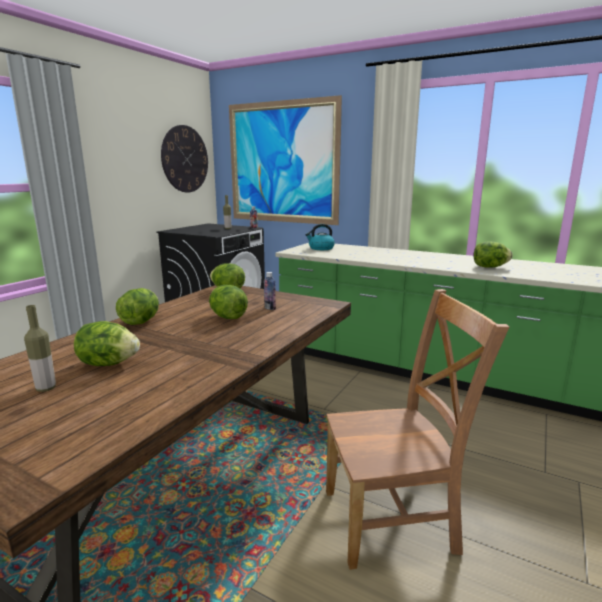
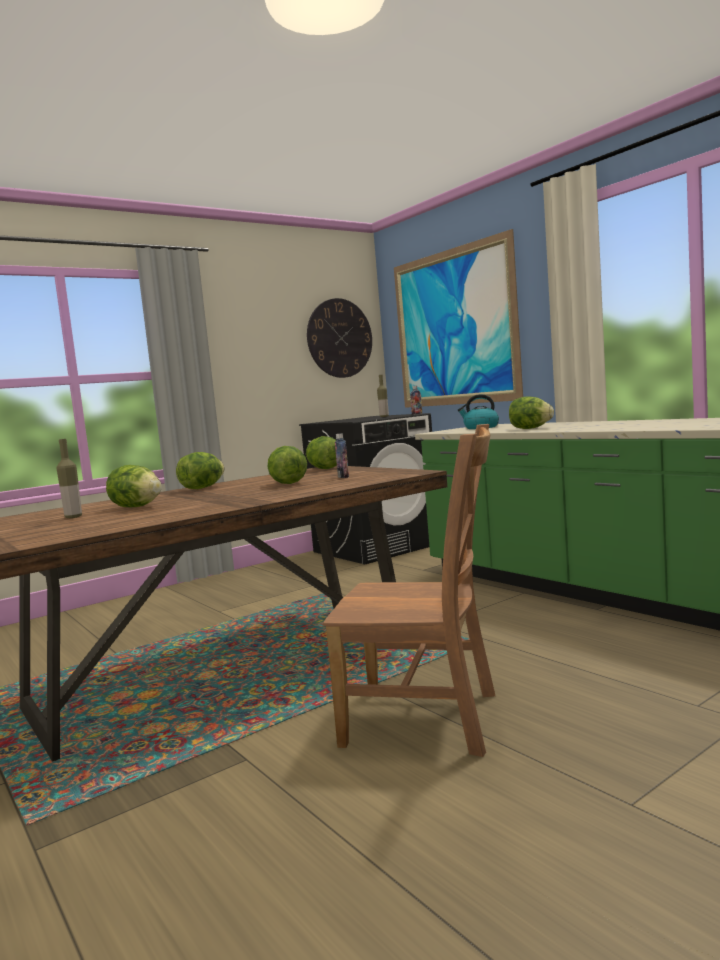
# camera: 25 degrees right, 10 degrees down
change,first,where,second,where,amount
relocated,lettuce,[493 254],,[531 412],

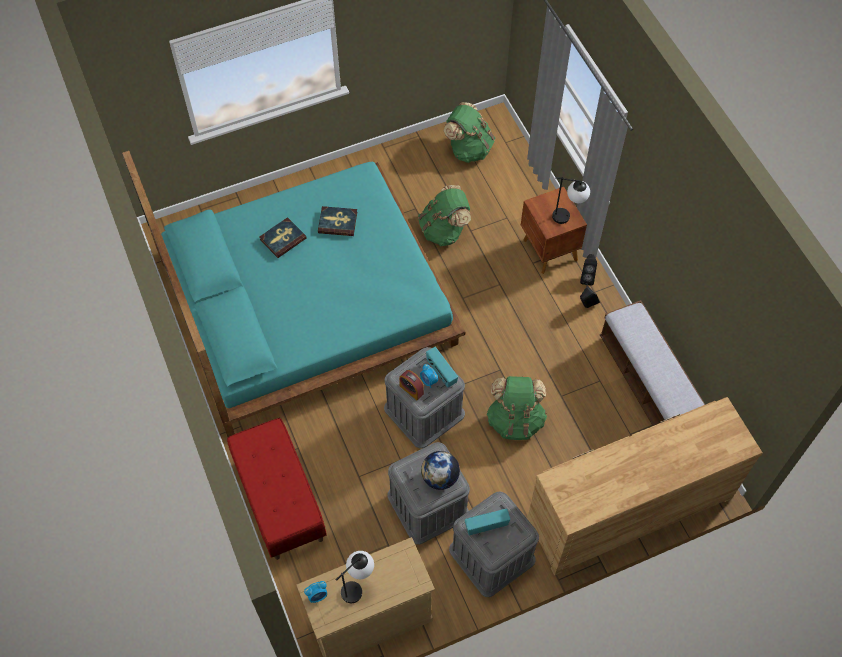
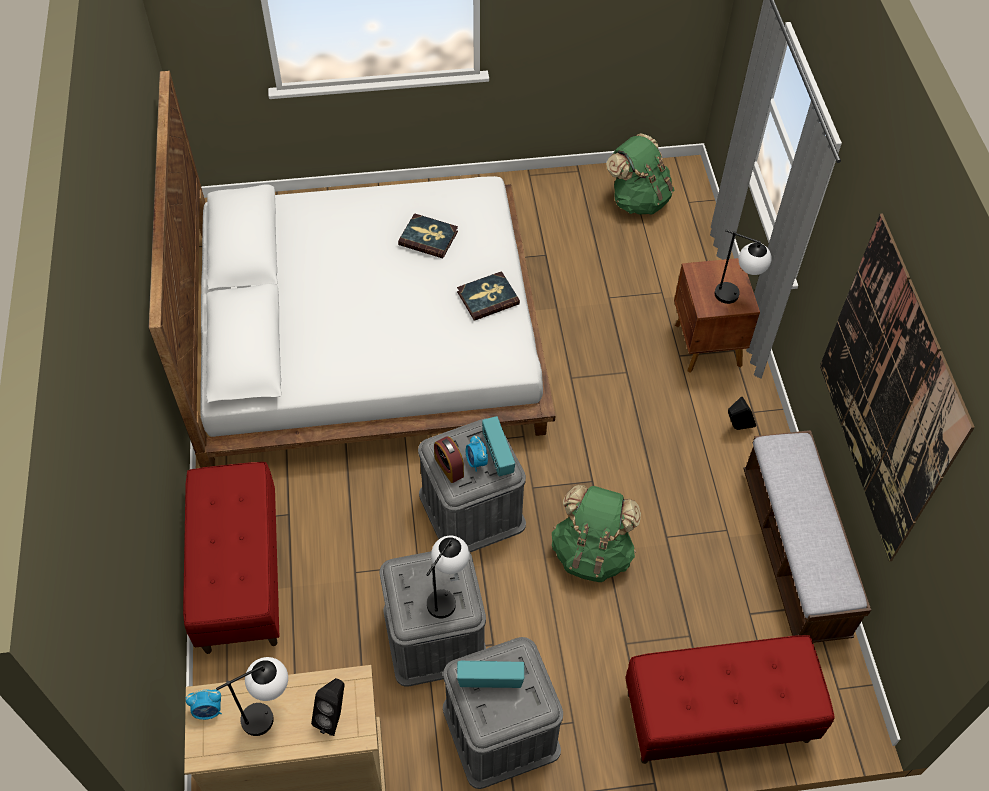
# camera: 15 degrees right, 5 degrees down
change,first,where,second,where,amount
missing,backpack in green,[444 215],,,
appeared,,,picture,[897 387],
relocated,book,[283 237],,[488 296],
relocated,speaker in black,[588 270],,[327 707],
exchanged,globe,[440 470],table lamp,[448 577],
exchanged,dresser in brown,[645 486],bench in red,[730 699],
colour,bed in turquoise,[293 294],bed in white,[352 269],

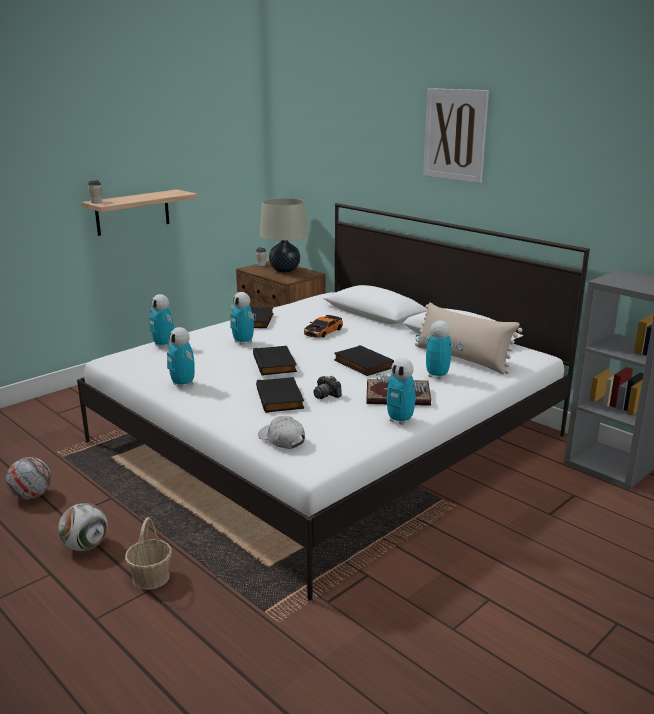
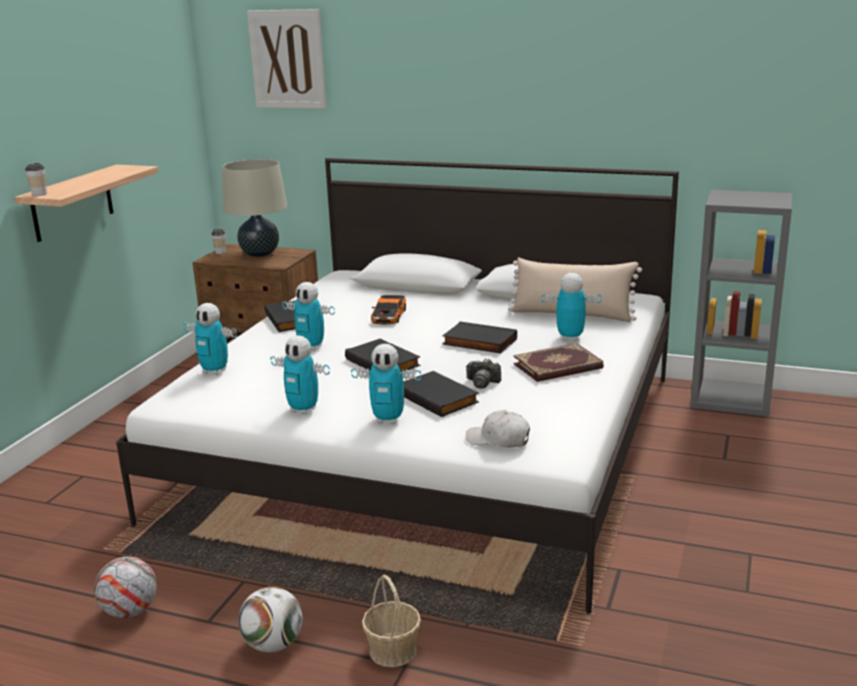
# camera: 25 degrees left, 0 degrees up
change,first,where,second,where,amount
relocated,toy robot,[402 391],,[386 384],
relocated,picture,[456 135],,[287 59],

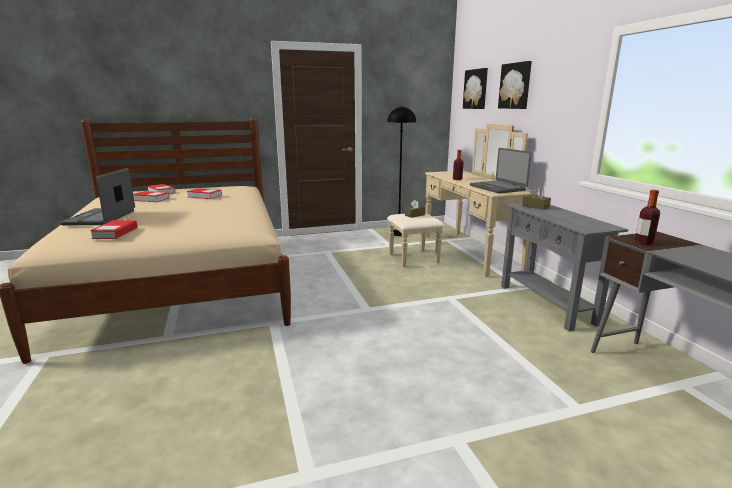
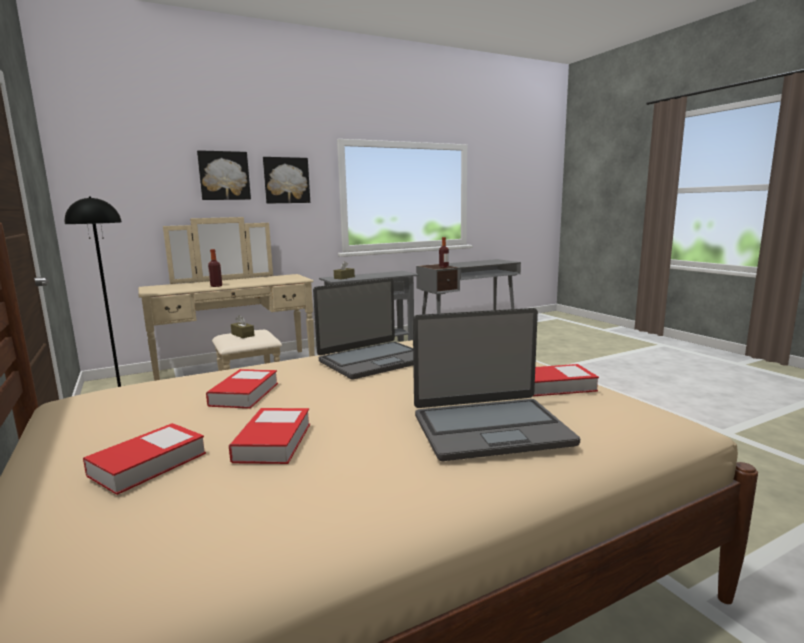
# camera: 100 degrees left, 5 degrees down
change,first,where,second,where,amount
relocated,picture,[475 88],,[286 180],
relocated,laptop,[501 170],,[363 329],

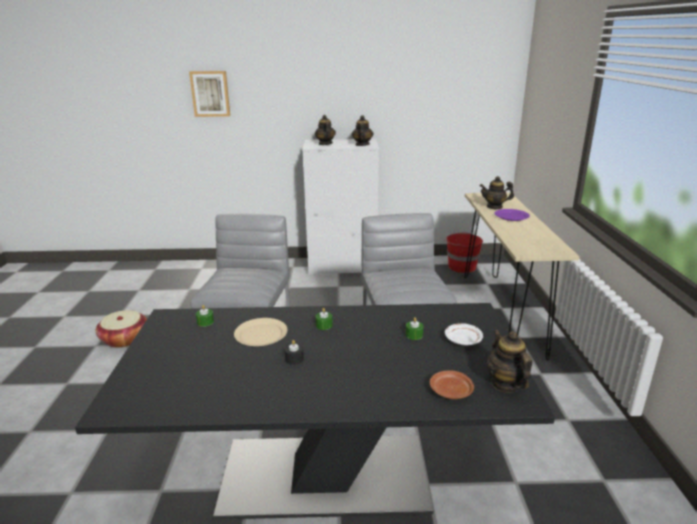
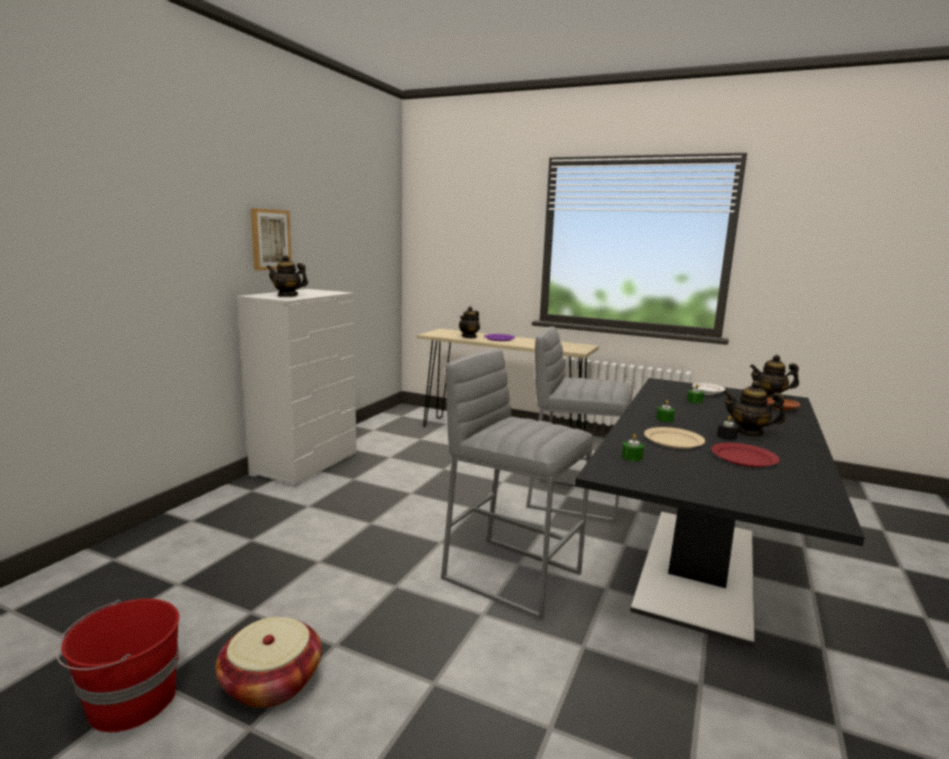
# camera: 65 degrees left, 10 degrees down
change,first,where,second,where,amount
appeared,,,plate in red,[745 455],
relocated,picture,[209 94],,[271 239],
relocated,teapot,[362 130],,[754 408],
relocated,bucket in red,[464 253],,[117 665],

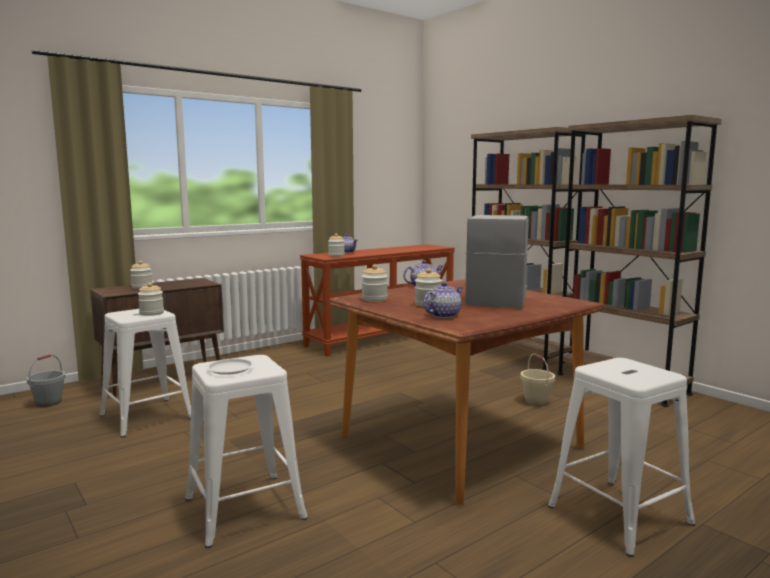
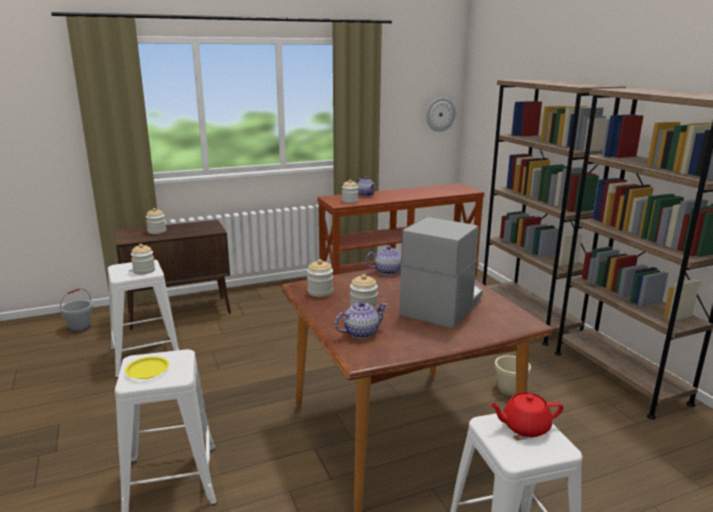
# camera: 15 degrees right, 10 degrees up
change,first,where,second,where,amount
appeared,,,wall clock,[441 114],
appeared,,,teapot in red,[526 414],
colour,plate in white,[230 366],plate in yellow,[147 367],

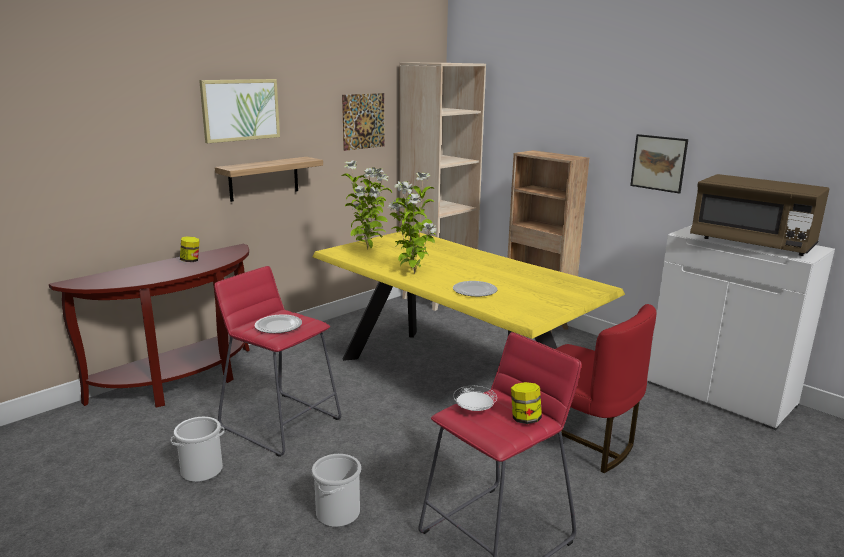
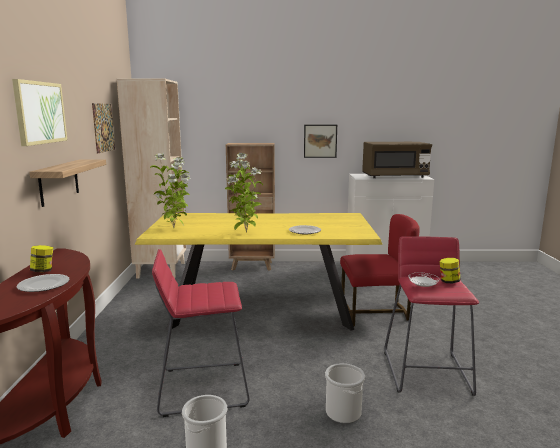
# camera: 45 degrees left, 5 degrees down
change,first,where,second,where,amount
relocated,plate,[278 323],,[43 283],

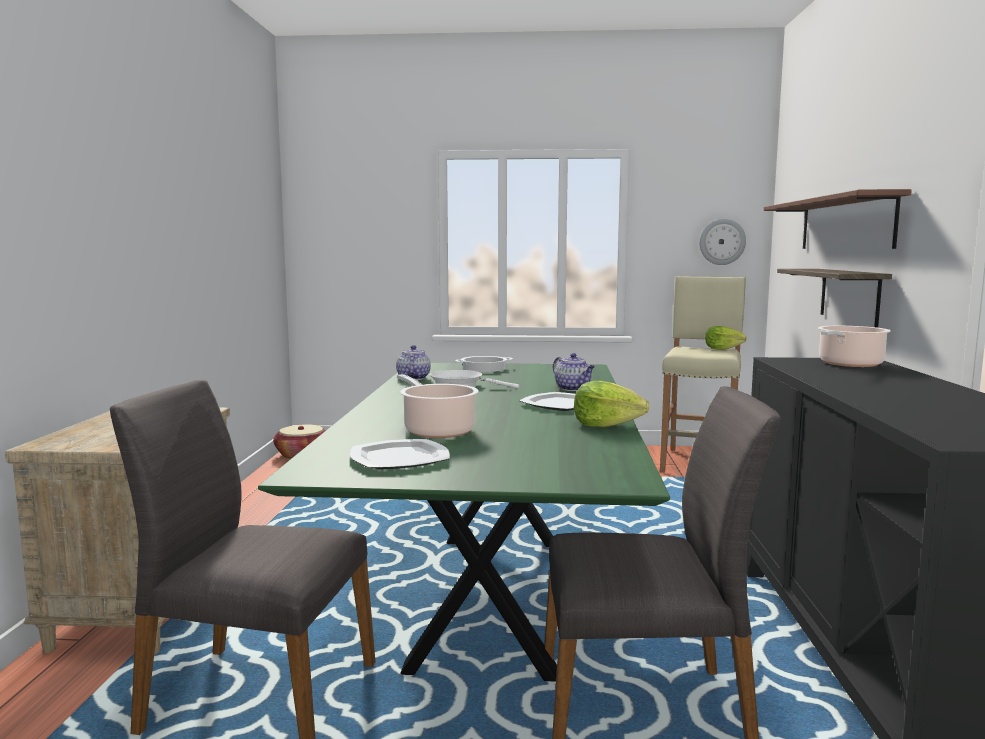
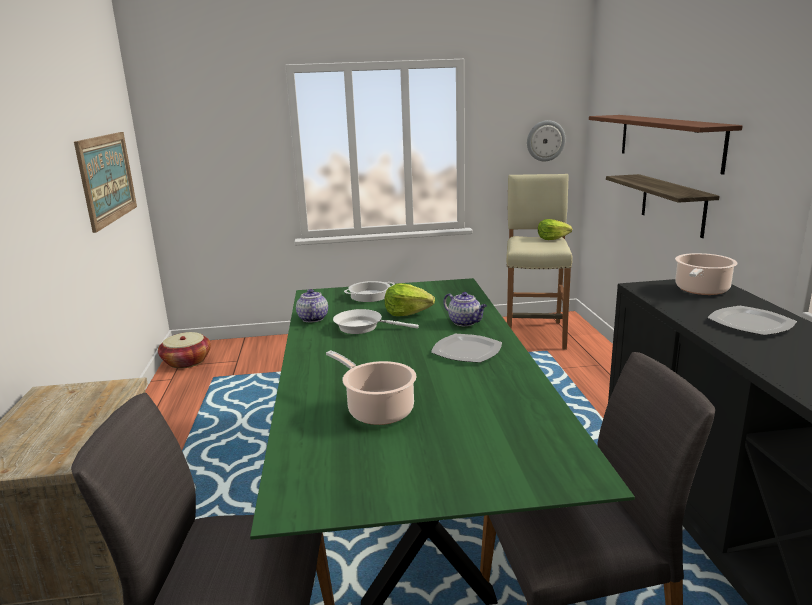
# camera: 10 degrees left, 10 degrees up
change,first,where,second,where,amount
appeared,,,picture,[105 182],
relocated,plate,[400 454],,[752 320],
relocated,lettuce,[611 404],,[410 299],

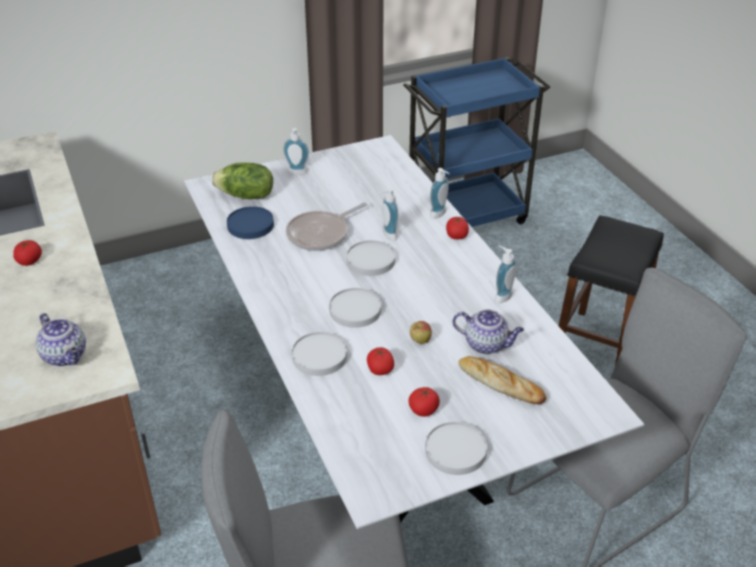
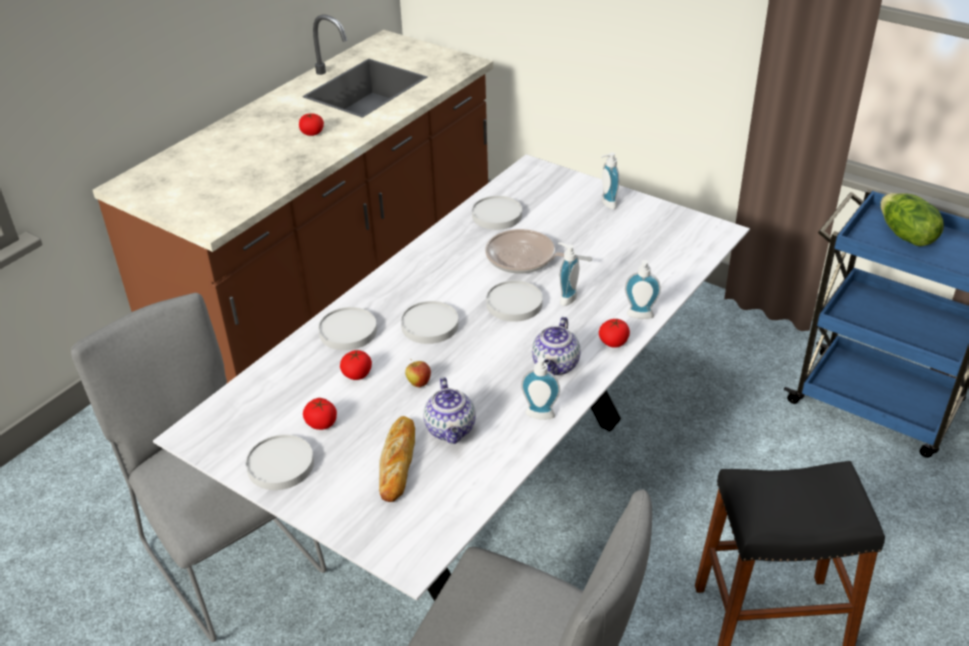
# camera: 60 degrees right, 0 degrees up
change,first,where,second,where,amount
relocated,teapot,[61 339],,[556 346],
relocated,lettuce,[242 181],,[912 219],
colour,plate in blue,[250 222],plate in white,[497 213],

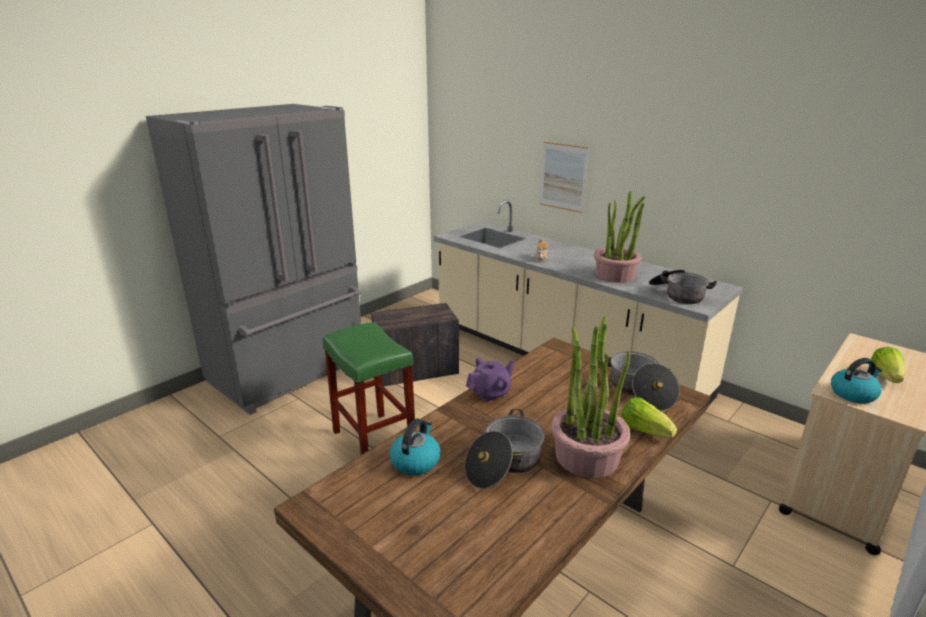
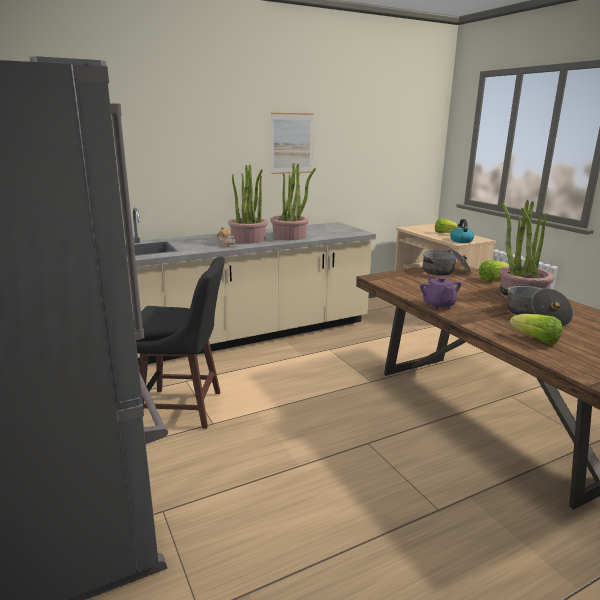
# camera: 70 degrees left, 5 degrees down
change,first,where,second,where,amount
missing,stool in green,[369 388],,,
missing,cooking pot,[683 287],,,
appeared,,,potted plant,[248 204],
relocated,picture,[564 177],,[292 143],
exchanged,crate,[415 344],stool in black,[179 343],
exchanged,kettle,[415 447],lettuce,[536 329],

